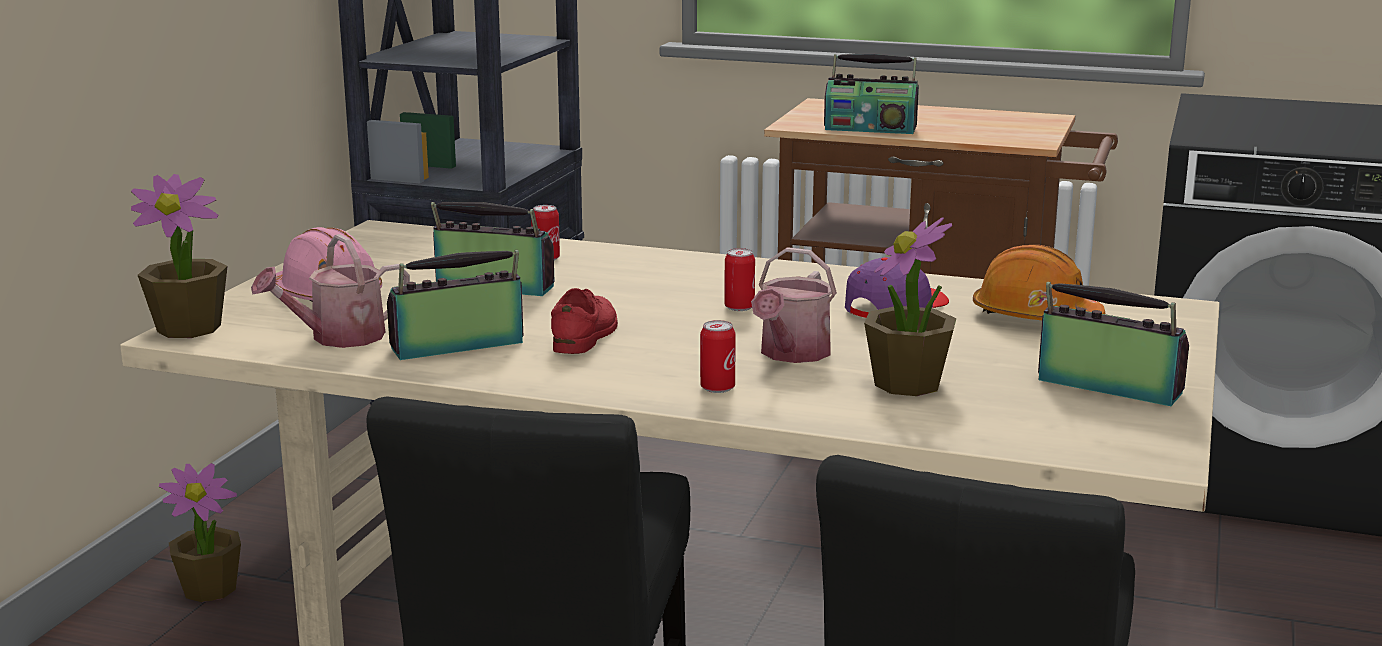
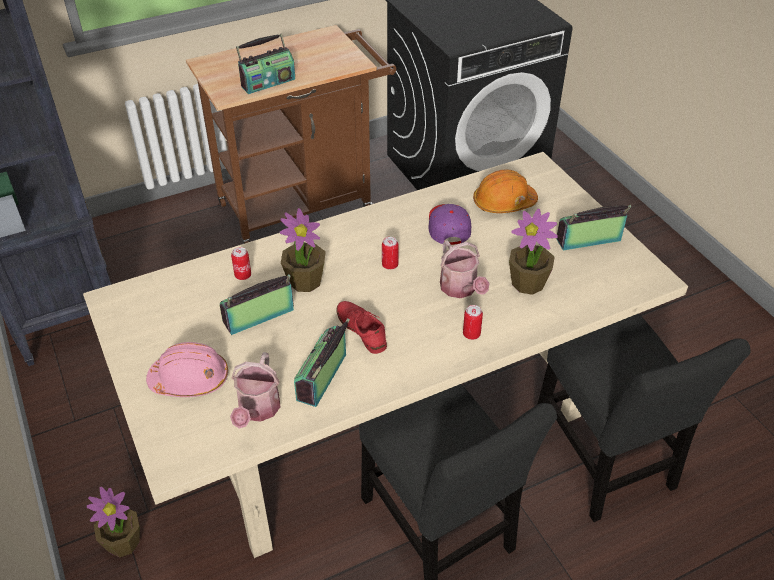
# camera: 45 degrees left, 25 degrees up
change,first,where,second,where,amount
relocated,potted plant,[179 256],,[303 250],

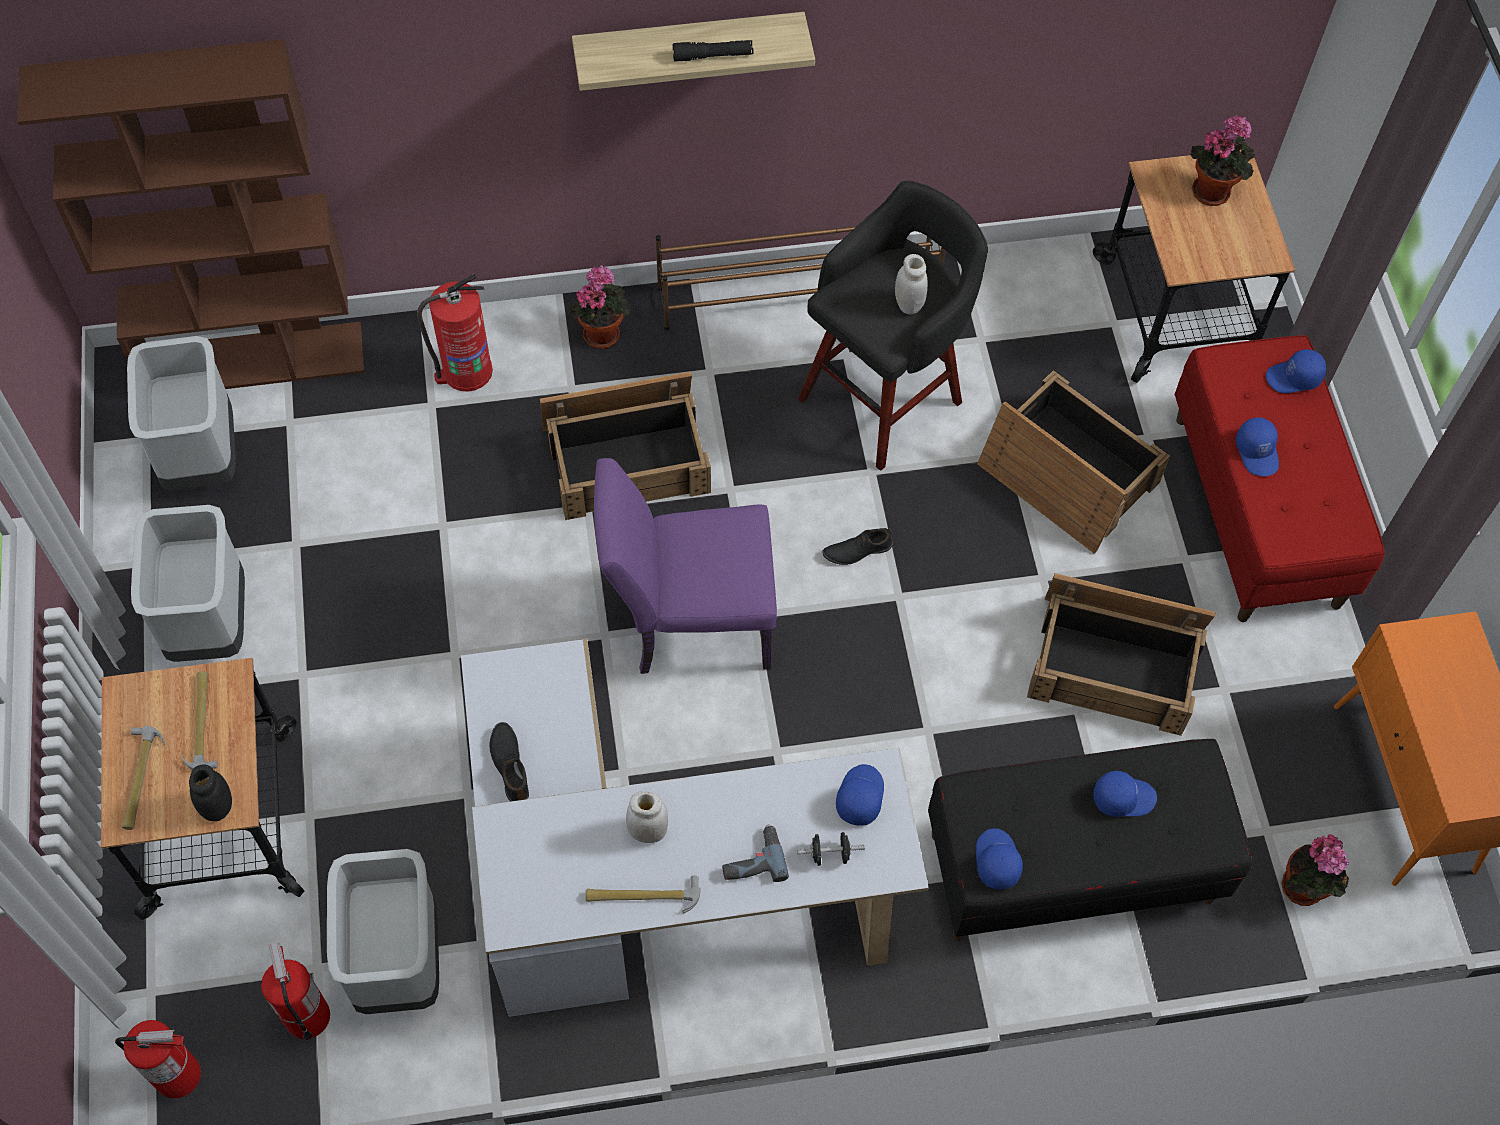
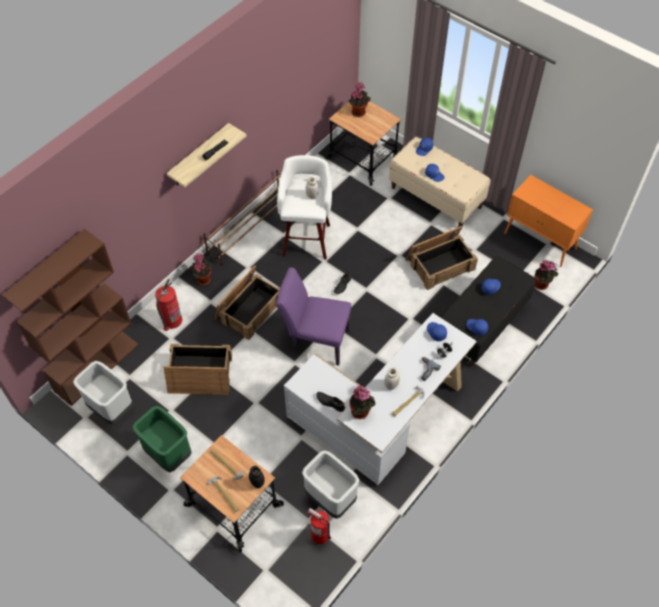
# camera: 40 degrees left, 5 degrees down
change,first,where,second,where,amount
missing,fire extinguisher,[158 1059],,,
appeared,,,potted plant,[362 402],
relocated,crate,[1073 462],,[197 369],
colour,trash can in grey,[188 583],trash can in green,[162 439],
colour,stool in black,[893 325],stool in white,[304 207],
colour,bench in red,[1279 478],bench in beige,[439 181],
spun,chair in purple,[685 566],,[313 316],60 degrees clockwise

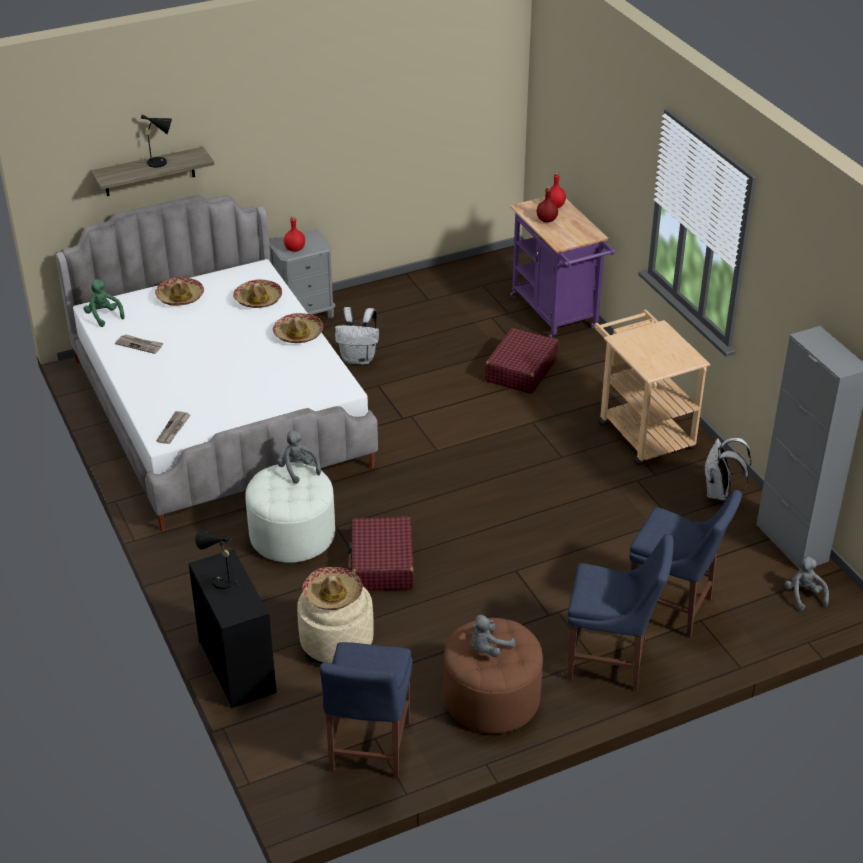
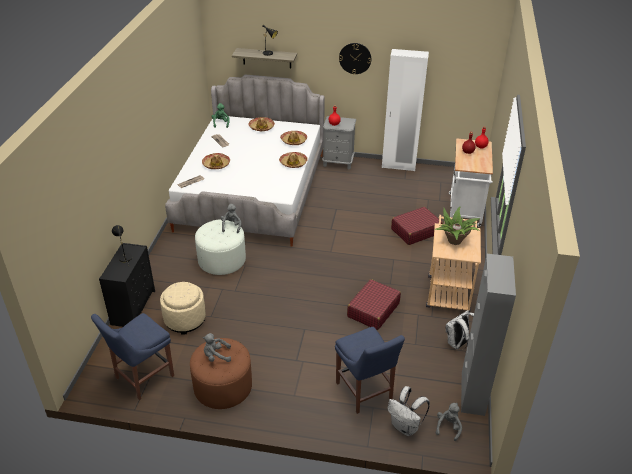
# camera: 35 degrees right, 0 degrees up
change,first,where,second,where,amount
missing,chair in blue,[620 612],,,
appeared,,,wall clock,[355 58],
appeared,,,wardrobe in white,[405 110],
appeared,,,potted plant,[457 226],
relocated,hat,[333 588],,[216 161],
relocated,backpack in white,[357 336],,[409 411],
relocated,suitcase in red,[380 553],,[374 304],
colour,cart in purple,[562 267],cart in white,[471 182],

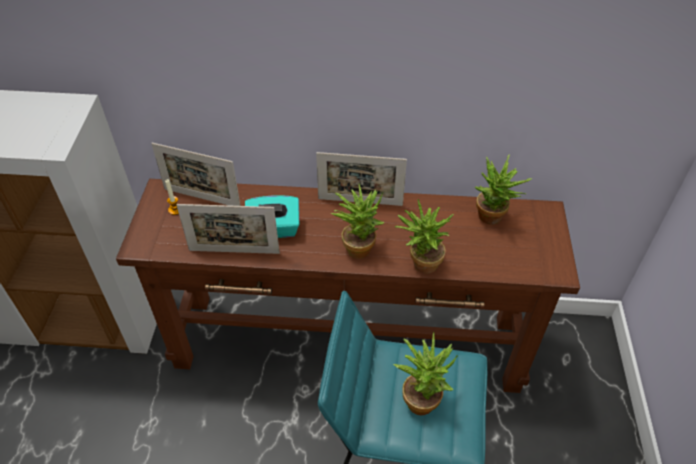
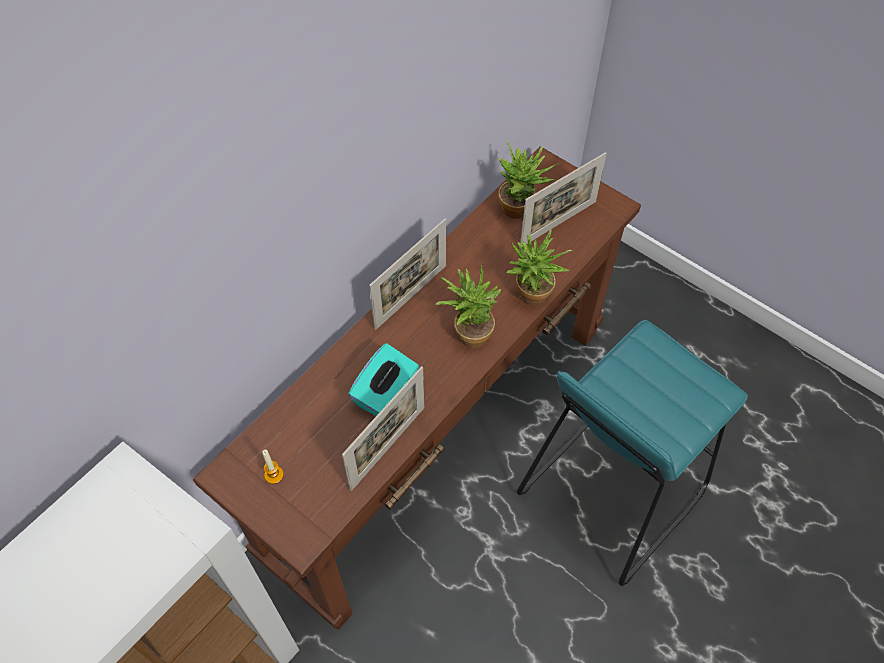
# camera: 55 degrees left, 10 degrees up
change,first,where,second,where,amount
missing,potted plant,[425 373],,,
relocated,picture frame,[196 174],,[563 199],

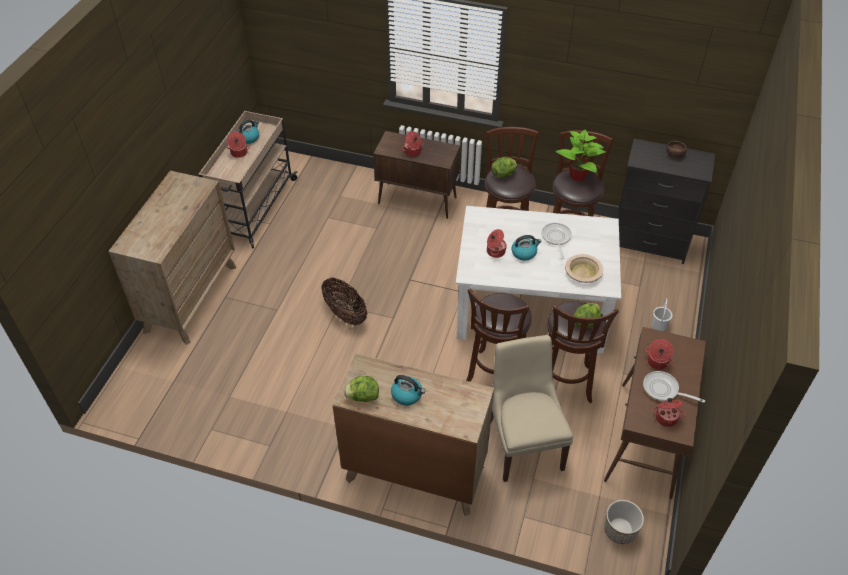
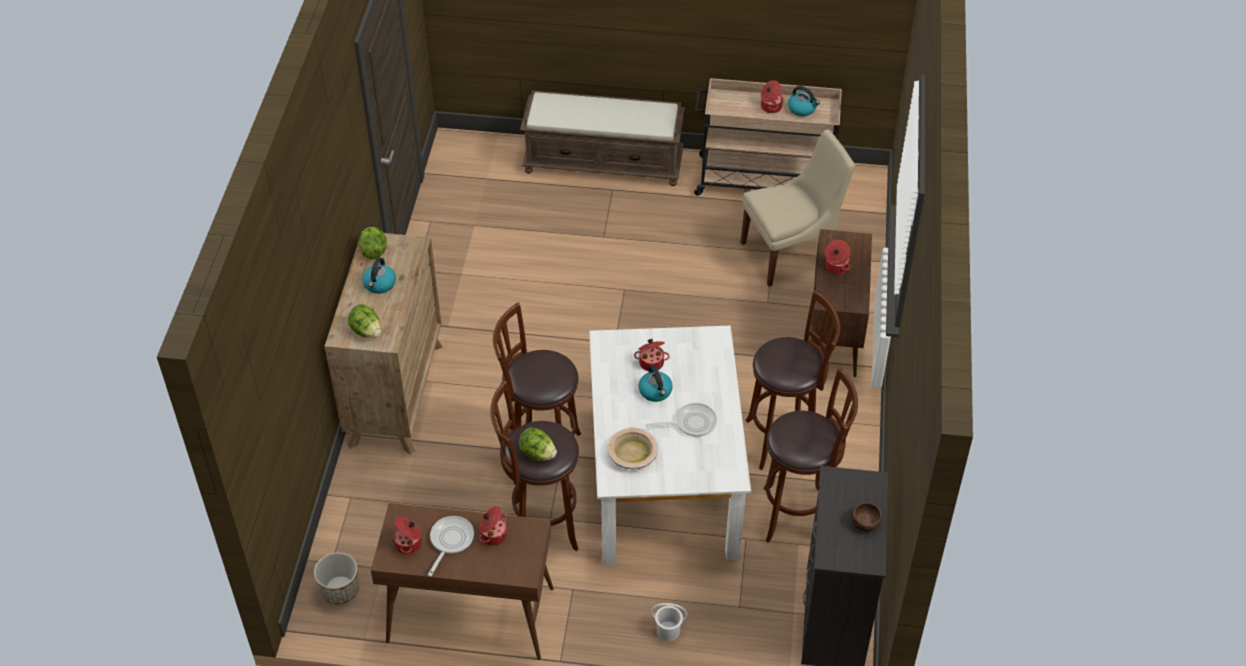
# camera: 80 degrees right, 0 degrees up
change,first,where,second,where,amount
missing,basket,[344 301],,,
missing,potted plant,[580 156],,,
relocated,lettuce,[504 167],,[364 321],
relocated,chair in beige,[532 408],,[798 208],
exchanged,dresser in brown,[172 258],bench in brown,[602 138],

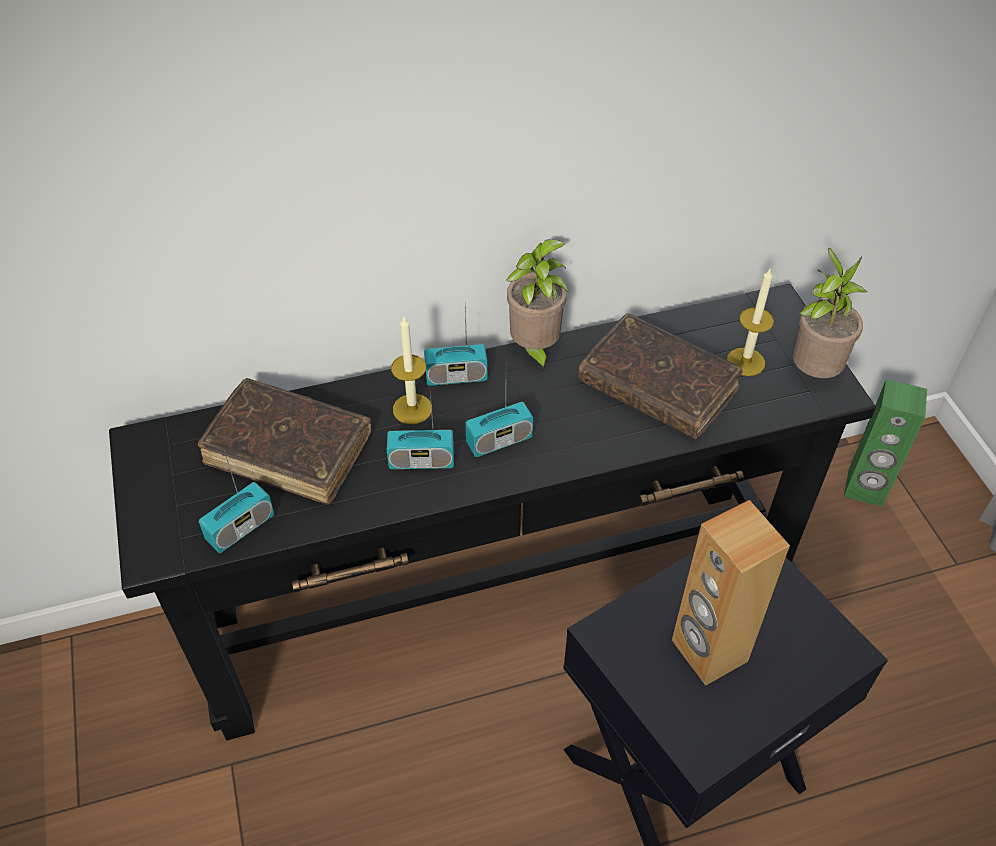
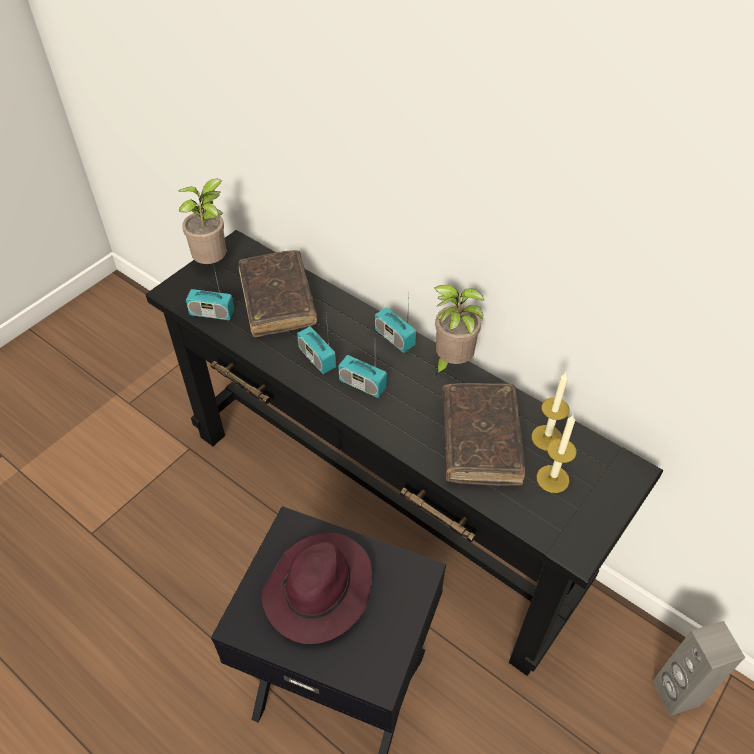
# camera: 55 degrees right, 0 degrees up
change,first,where,second,where,amount
relocated,candle,[411 370],,[551 411],
relocated,potted plant,[830 313],,[204 221],
exchanged,speaker in brown,[731 592],hat in purple,[316 588],
colour,speaker in green,[885 443],speaker in grey,[699 668],

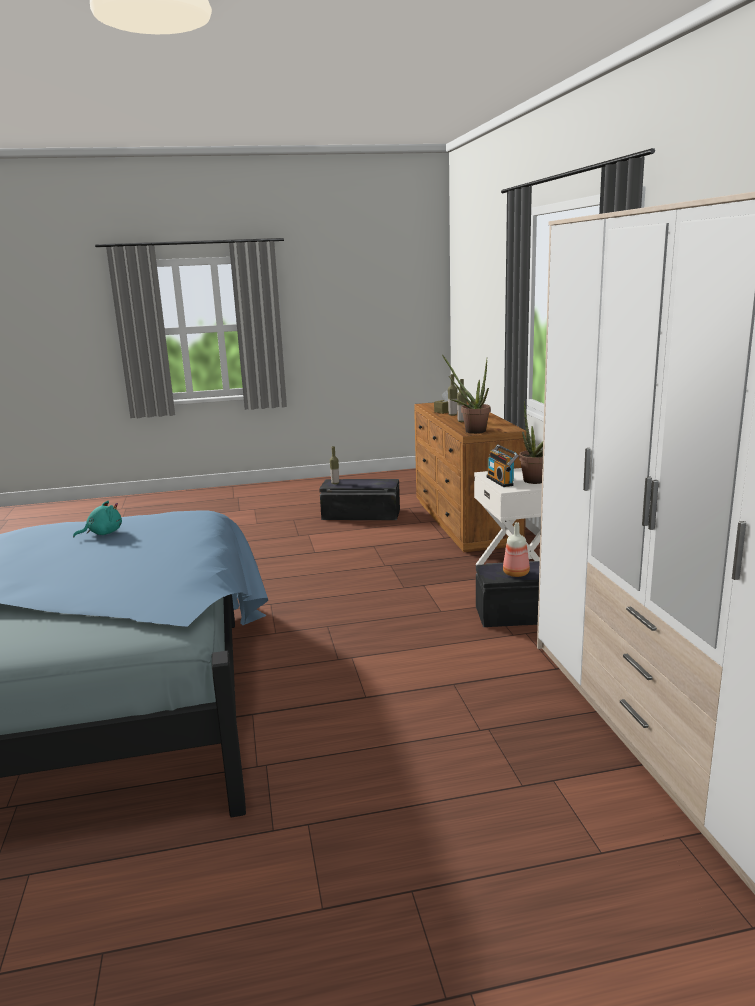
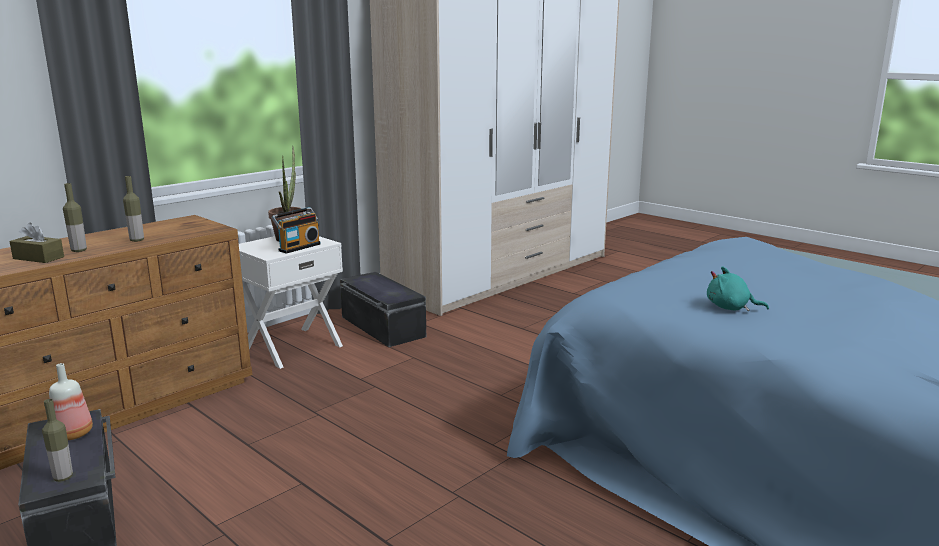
# camera: 125 degrees left, 0 degrees up
change,first,where,second,where,amount
missing,potted plant,[466 394],,,
relocated,bottle,[516 549],,[71 401],

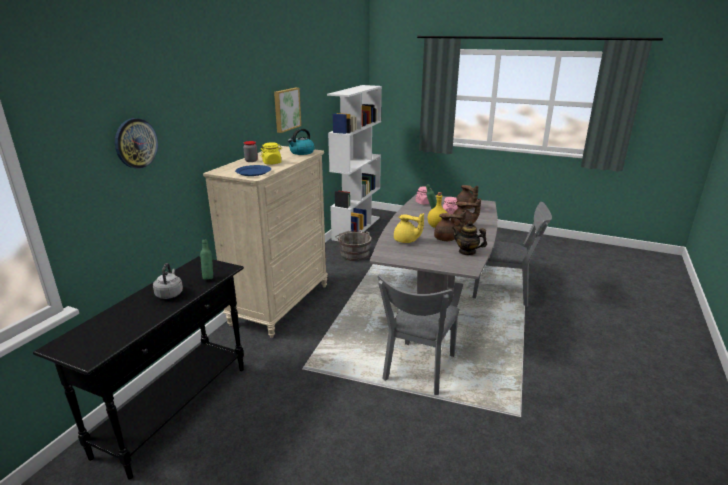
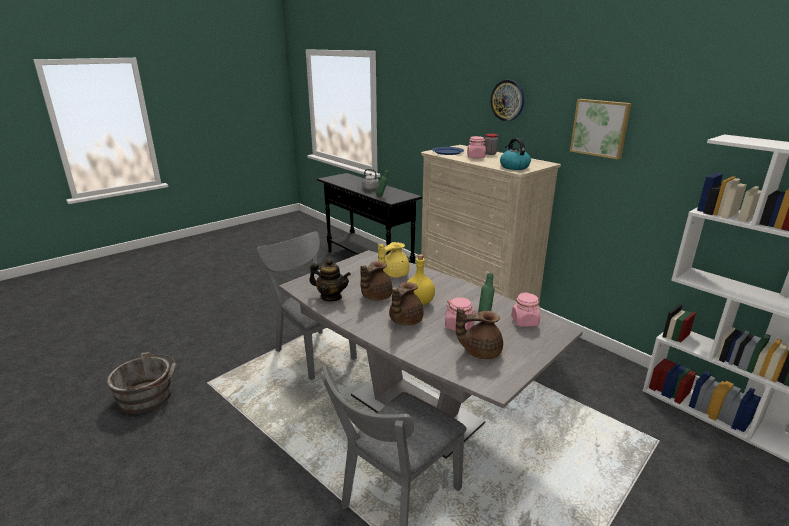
# camera: 115 degrees right, 0 degrees up
change,first,where,second,where,amount
relocated,wall clock,[136 143],,[507 100],
relocated,bucket in grey,[353 246],,[141 383],
colour,jar in yellow,[271 153],jar in pink,[476 147],
spun,teapot,[469 238],,[330 280],60 degrees clockwise

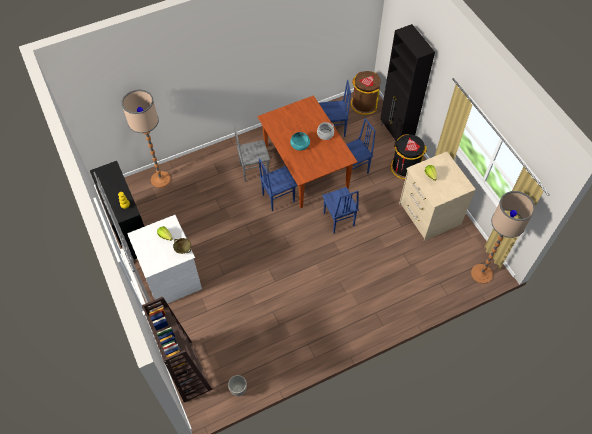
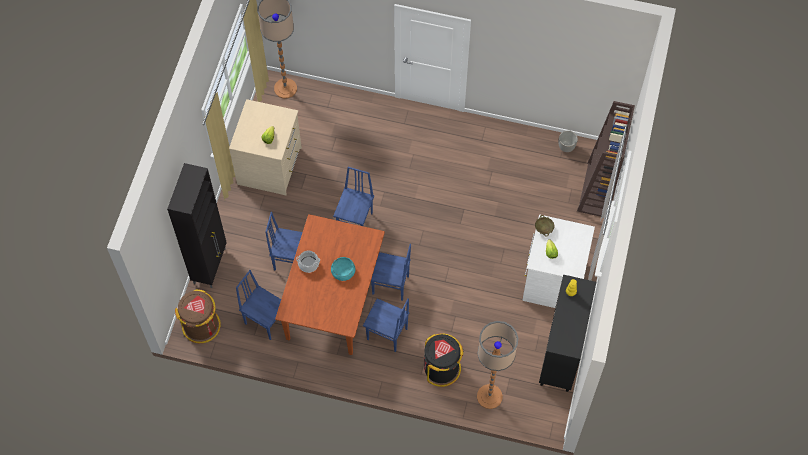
# camera: 140 degrees left, 5 degrees up
change,first,where,second,where,amount
relocated,trash can in black,[409 156],,[443 360],
colour,chair in grey,[252 154],chair in blue,[386 325],

